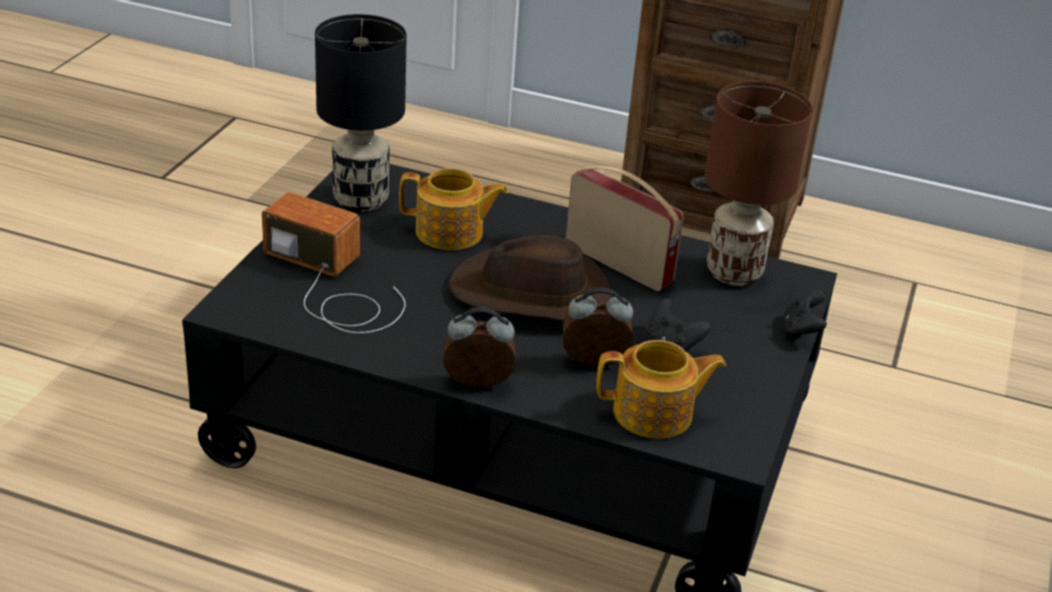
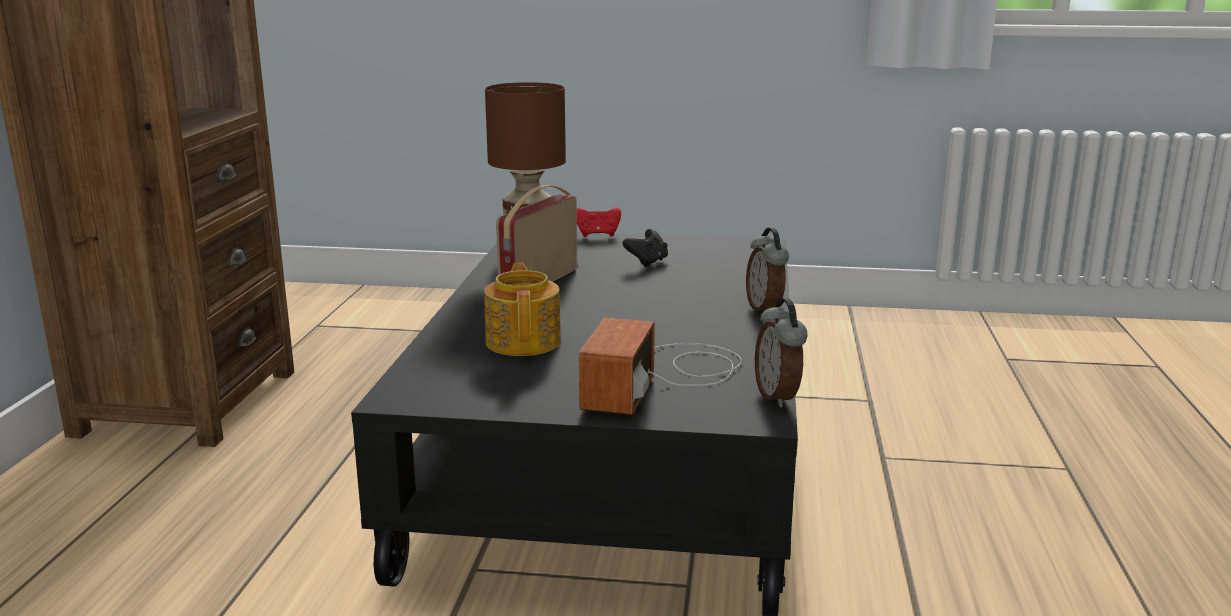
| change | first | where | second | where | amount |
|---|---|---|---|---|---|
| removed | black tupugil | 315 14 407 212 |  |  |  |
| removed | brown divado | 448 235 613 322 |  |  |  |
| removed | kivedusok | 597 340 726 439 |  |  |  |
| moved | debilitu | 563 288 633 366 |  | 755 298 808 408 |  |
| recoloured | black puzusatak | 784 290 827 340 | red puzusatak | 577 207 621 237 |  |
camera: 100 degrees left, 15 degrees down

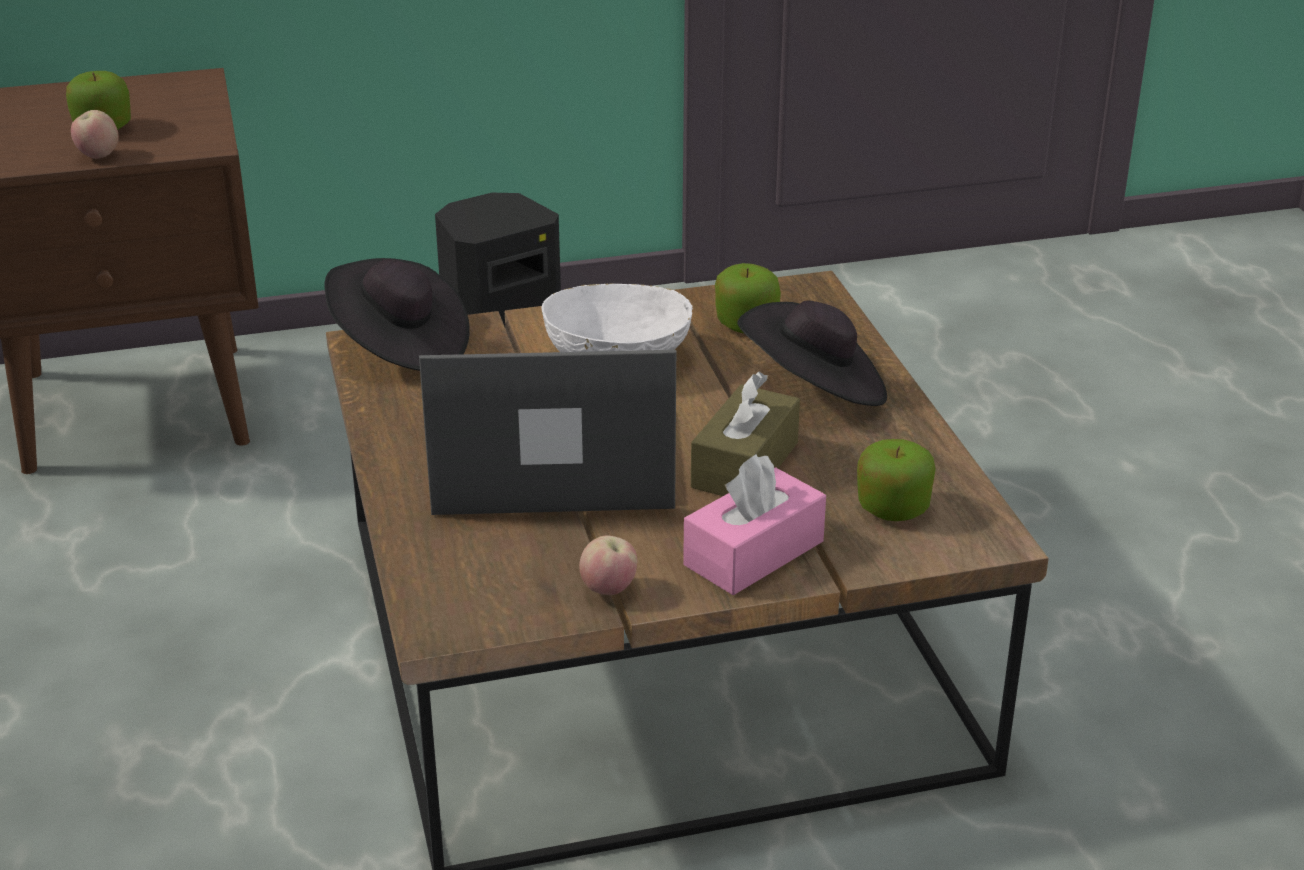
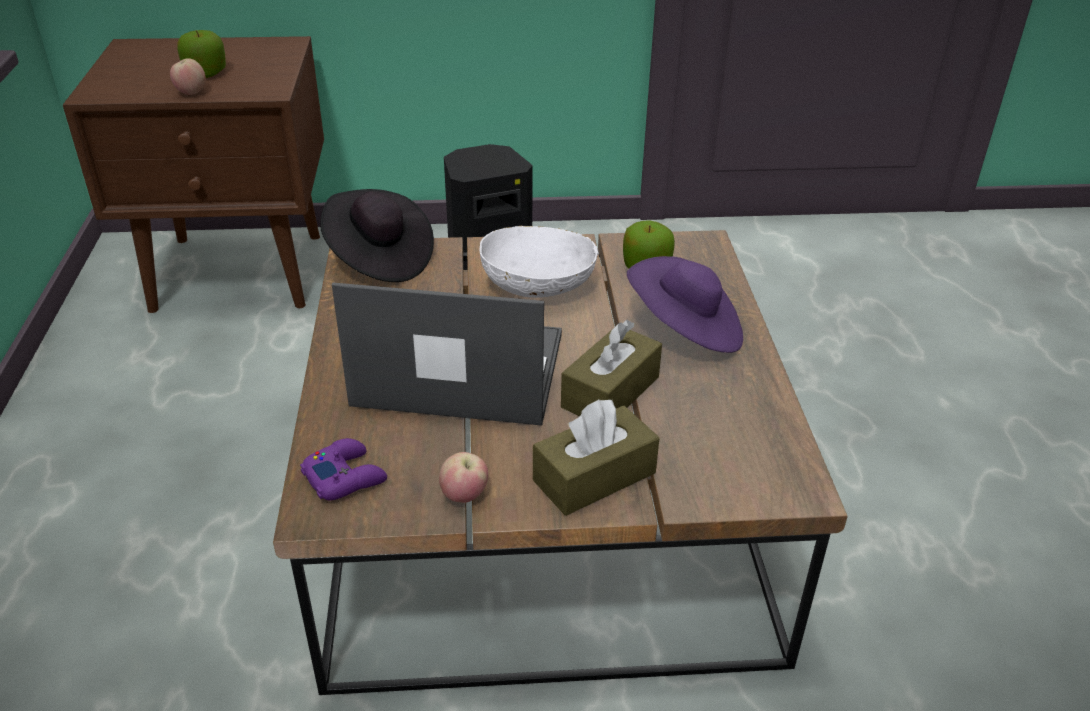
| change | first | where | second | where | amount |
|---|---|---|---|---|---|
| removed | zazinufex | 857 439 936 521 |  |  |  |
| added |  |  | purple puzusatak | 300 438 387 501 |  |
| recoloured | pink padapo | 683 454 826 595 | brown padapo | 533 399 660 516 |  |
| recoloured | black divado | 737 301 887 406 | purple divado | 627 256 743 353 |  |
camera: 10 degrees right, 5 degrees up

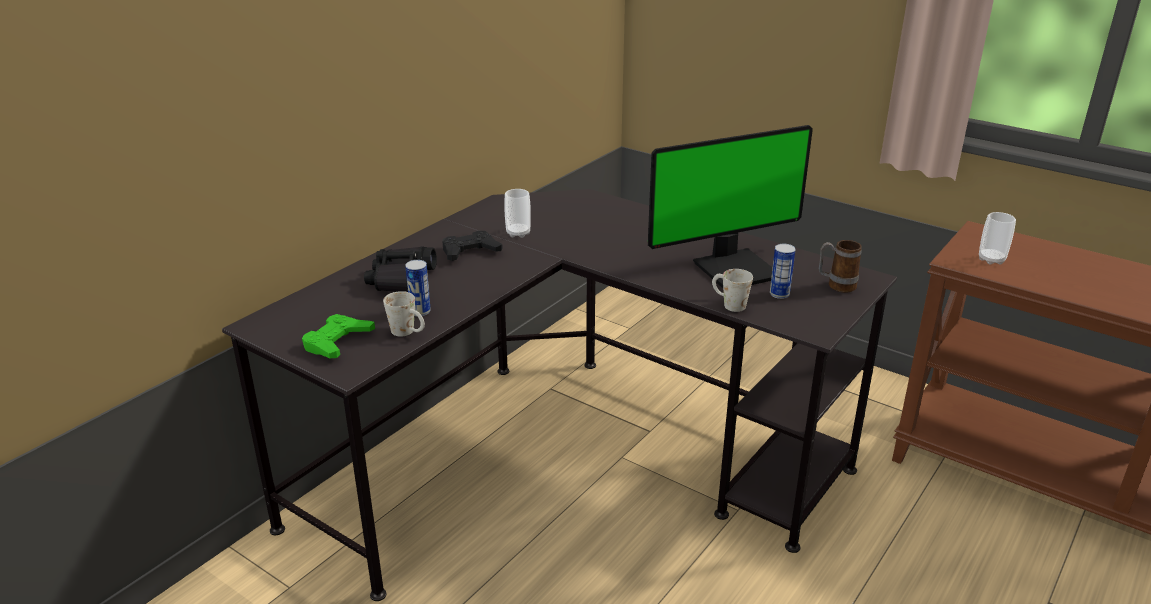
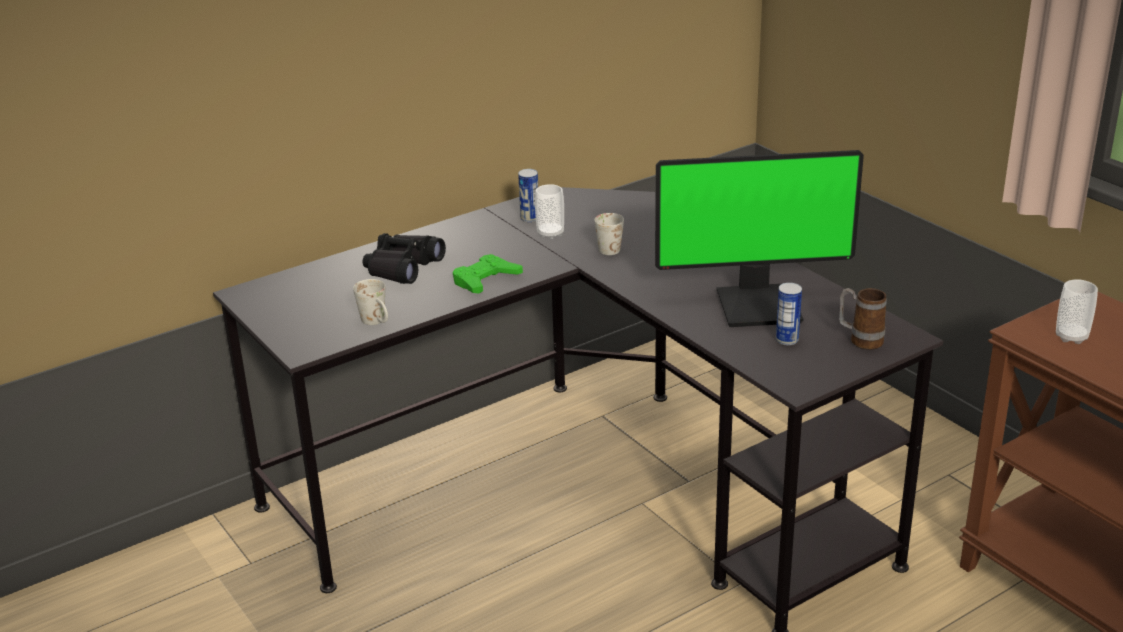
| change | first | where | second | where | amount |
|---|---|---|---|---|---|
| removed | black puzusatak | 442 231 502 261 |  |  |  |
| moved | green puzusatak | 302 314 375 358 |  | 453 254 523 294 |  |
| moved | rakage | 405 260 431 316 |  | 518 169 538 222 |  |
| moved | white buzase | 712 269 753 312 |  | 594 213 624 255 |  |
camera: 20 degrees right, 0 degrees up

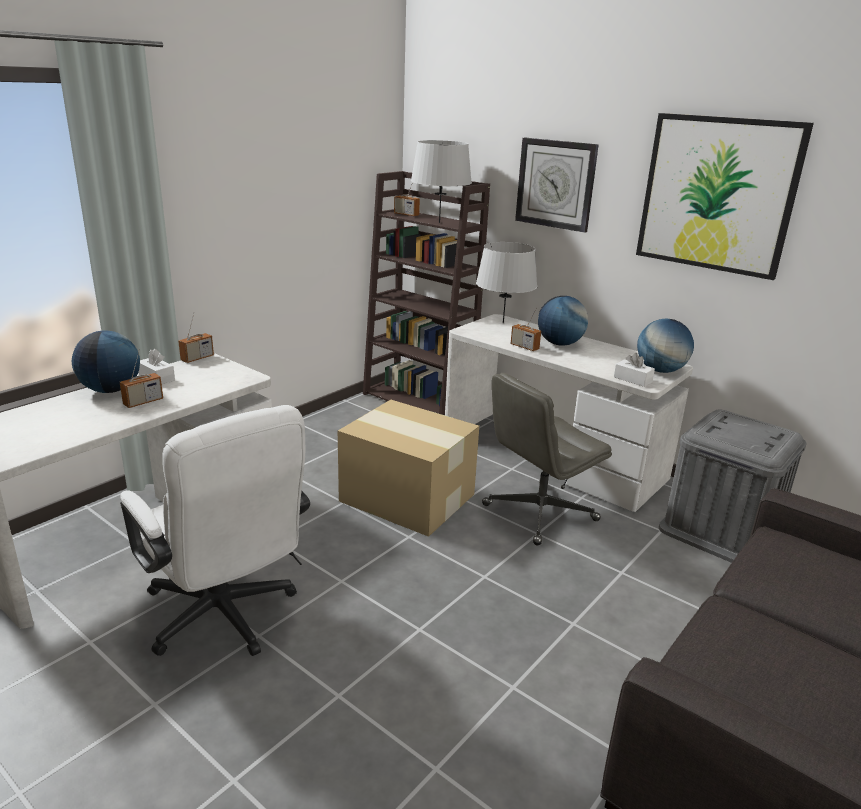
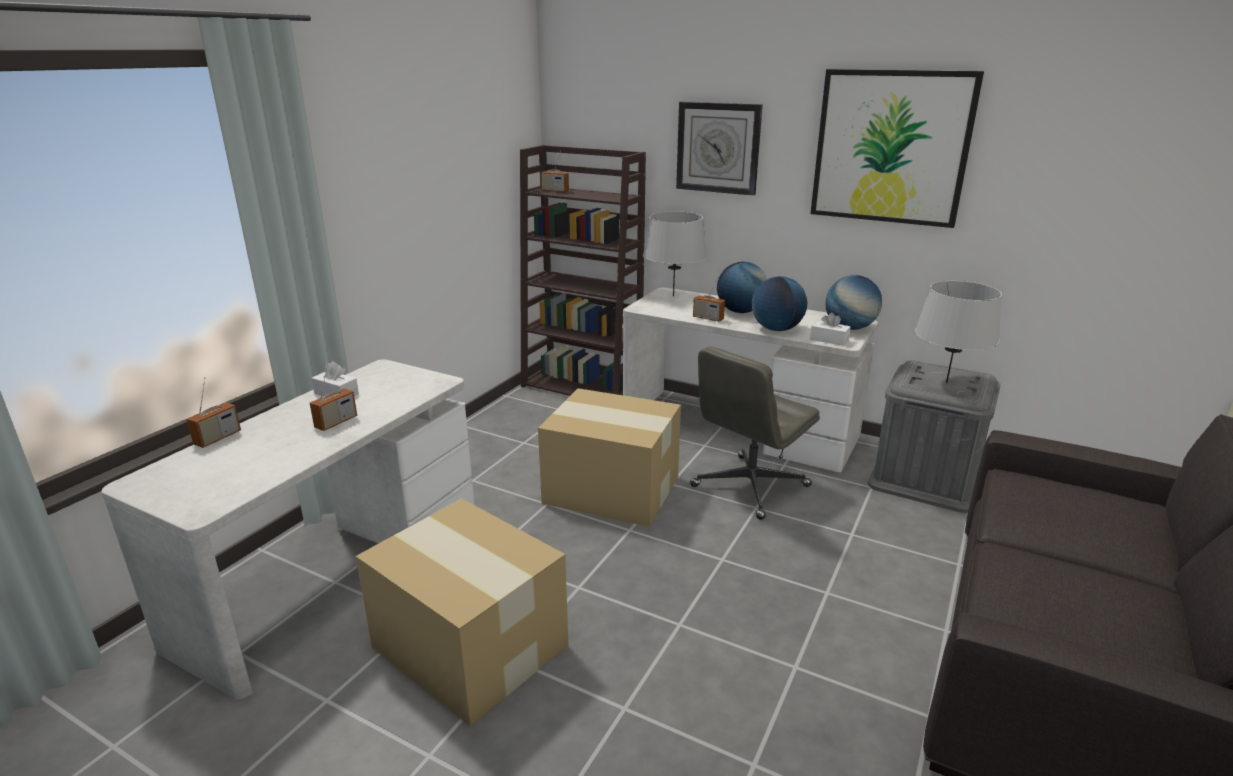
| change | first | where | second | where | amount |
|---|---|---|---|---|---|
| moved | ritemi | 72 330 140 393 |  | 752 276 807 331 |  |
| moved | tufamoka | 178 314 214 363 |  | 186 377 241 448 |  |
| moved | grey tupugil | 411 140 472 223 |  | 915 281 1002 383 |  |
| replaced | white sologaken | 120 405 310 656 | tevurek | 356 498 569 727 |  |
camera: 10 degrees left, 0 degrees up

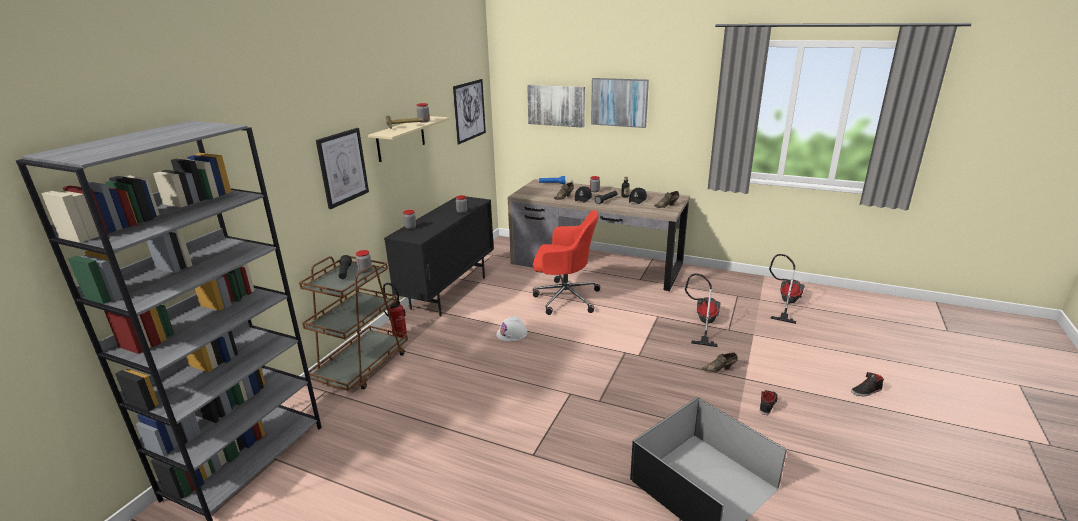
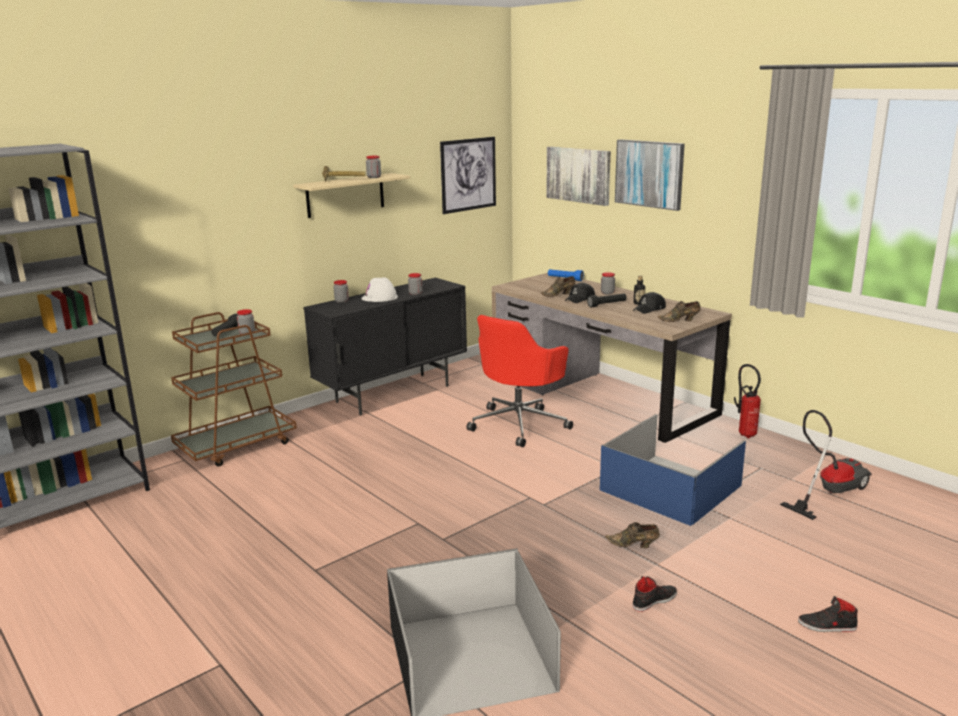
| change | first | where | second | where | amount |
|---|---|---|---|---|---|
| removed | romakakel | 316 128 369 209 |  |  |  |
| moved | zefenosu | 383 283 407 337 |  | 734 364 761 438 |  |
| moved | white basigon | 496 316 527 341 |  | 361 277 398 302 |  |
| replaced | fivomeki | 685 274 720 347 | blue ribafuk | 600 414 746 526 |  |
| turned | red sologaken | 533 210 600 315 |  | 466 315 573 447 | 90 degrees clockwise |
camera: 25 degrees right, 5 degrees down

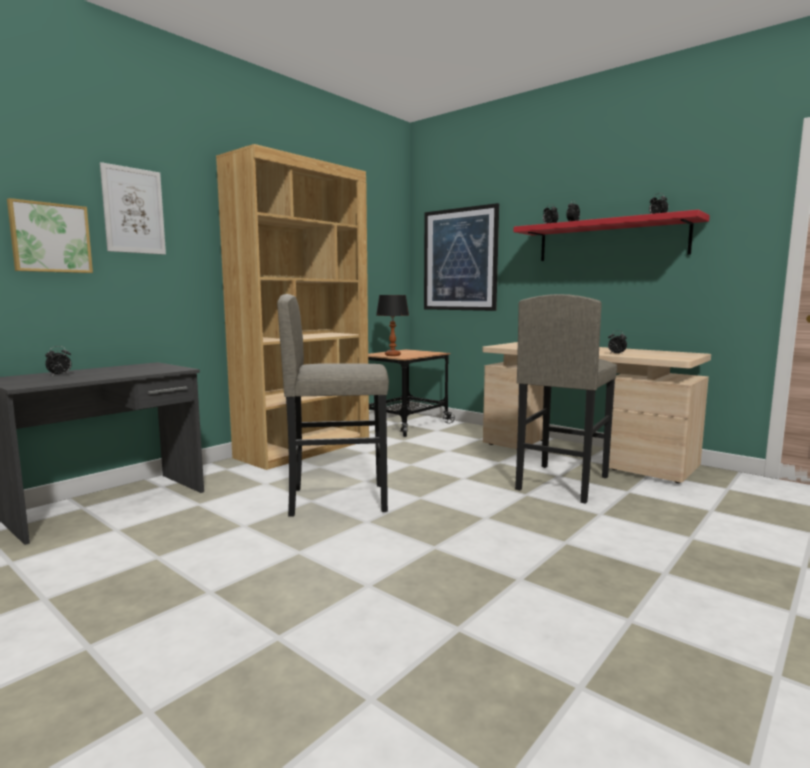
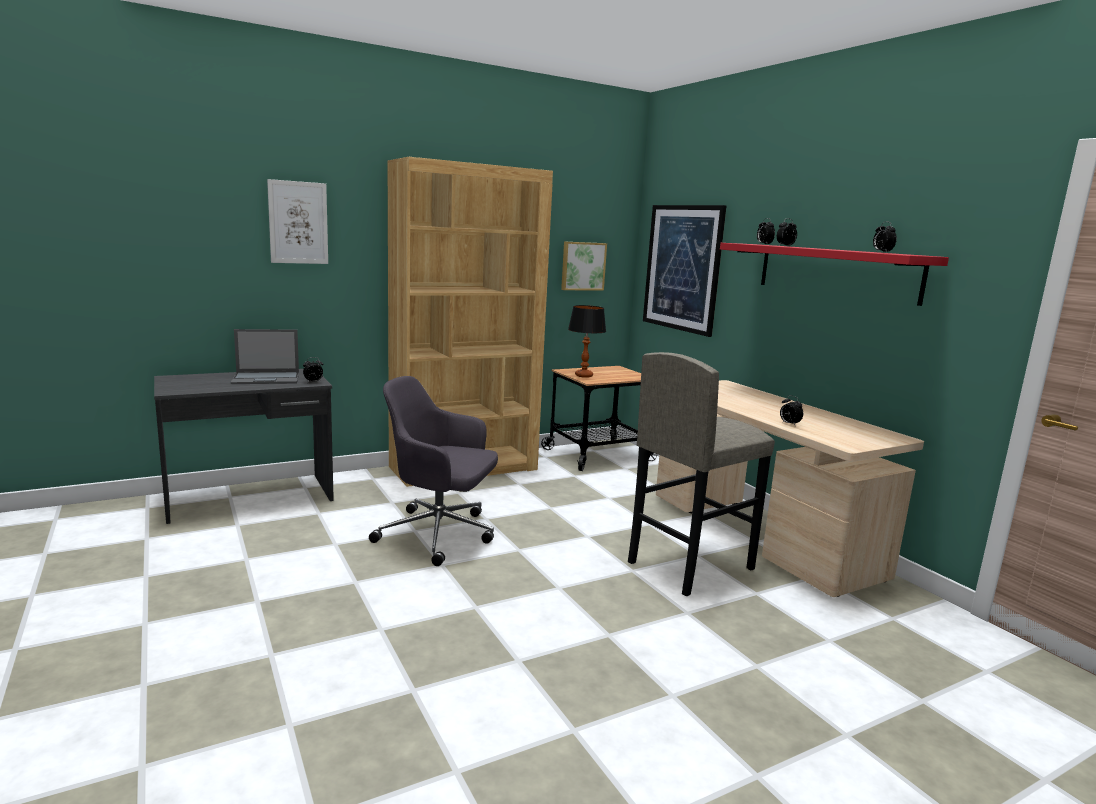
| change | first | where | second | where | amount |
|---|---|---|---|---|---|
| added |  |  | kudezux | 231 329 299 384 |  |
| moved | romakakel | 7 198 93 273 |  | 561 241 607 290 |  |
| moved | debilitu | 45 346 72 375 |  | 303 357 323 383 |  |
| replaced | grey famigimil | 277 294 389 517 | grey sologaken | 369 376 498 566 |  |
camera: 20 degrees right, 5 degrees up

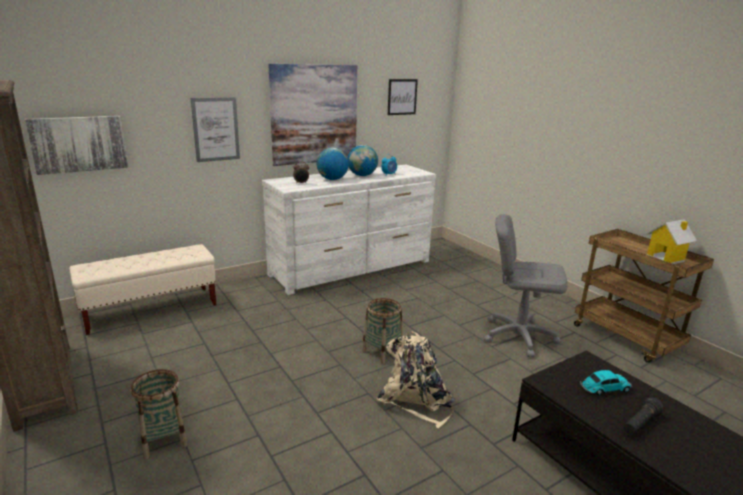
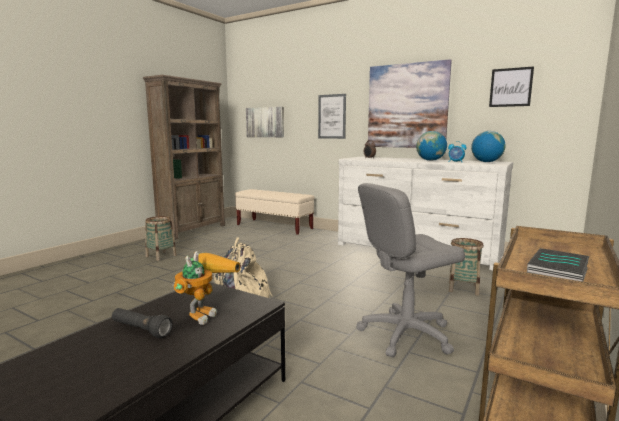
| change | first | where | second | where | amount |
|---|---|---|---|---|---|
| moved | ritemi | 317 148 349 180 |  | 471 131 506 162 |  |
| moved | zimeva | 362 298 403 364 |  | 449 238 484 296 |  |
| replaced | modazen | 580 370 633 395 | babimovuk | 173 251 241 325 |  |
| replaced | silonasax | 646 219 697 264 | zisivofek | 527 248 589 281 |  |
| turned | grey sologaken | 484 214 568 357 |  | 356 183 465 357 | 105 degrees counterclockwise |
camera: 65 degrees right, 10 degrees down

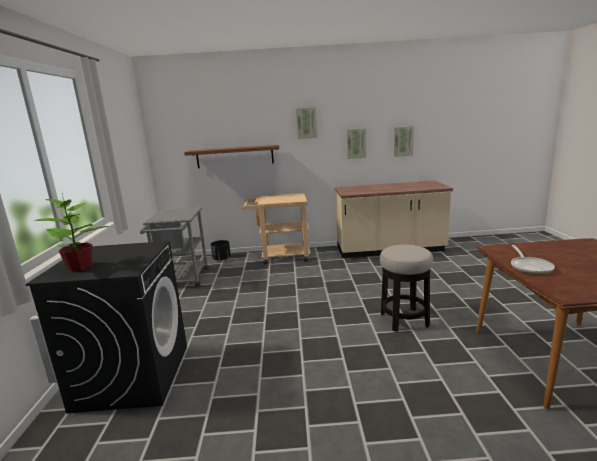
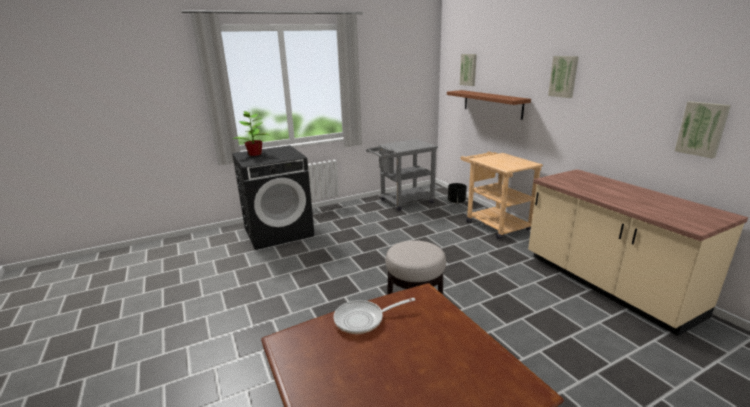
| change | first | where | second | where | amount |
|---|---|---|---|---|---|
| moved | romakakel | 346 128 366 159 |  | 460 54 477 86 |  |
camera: 65 degrees right, 5 degrees up

